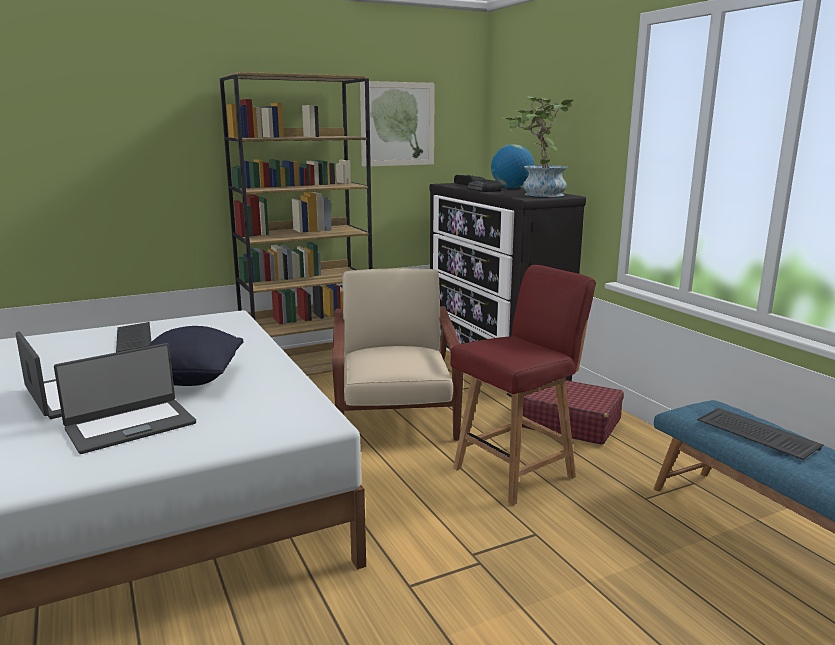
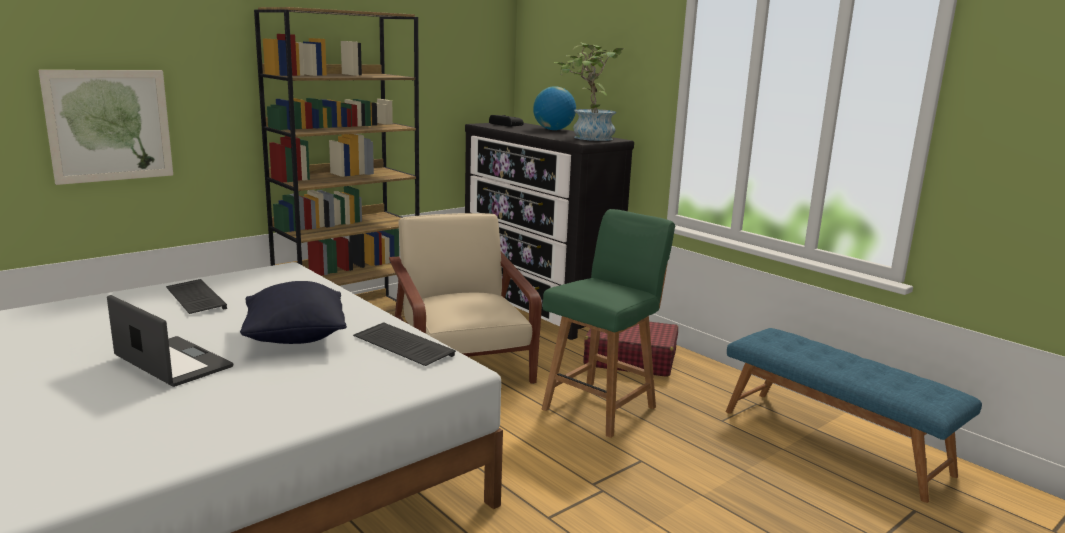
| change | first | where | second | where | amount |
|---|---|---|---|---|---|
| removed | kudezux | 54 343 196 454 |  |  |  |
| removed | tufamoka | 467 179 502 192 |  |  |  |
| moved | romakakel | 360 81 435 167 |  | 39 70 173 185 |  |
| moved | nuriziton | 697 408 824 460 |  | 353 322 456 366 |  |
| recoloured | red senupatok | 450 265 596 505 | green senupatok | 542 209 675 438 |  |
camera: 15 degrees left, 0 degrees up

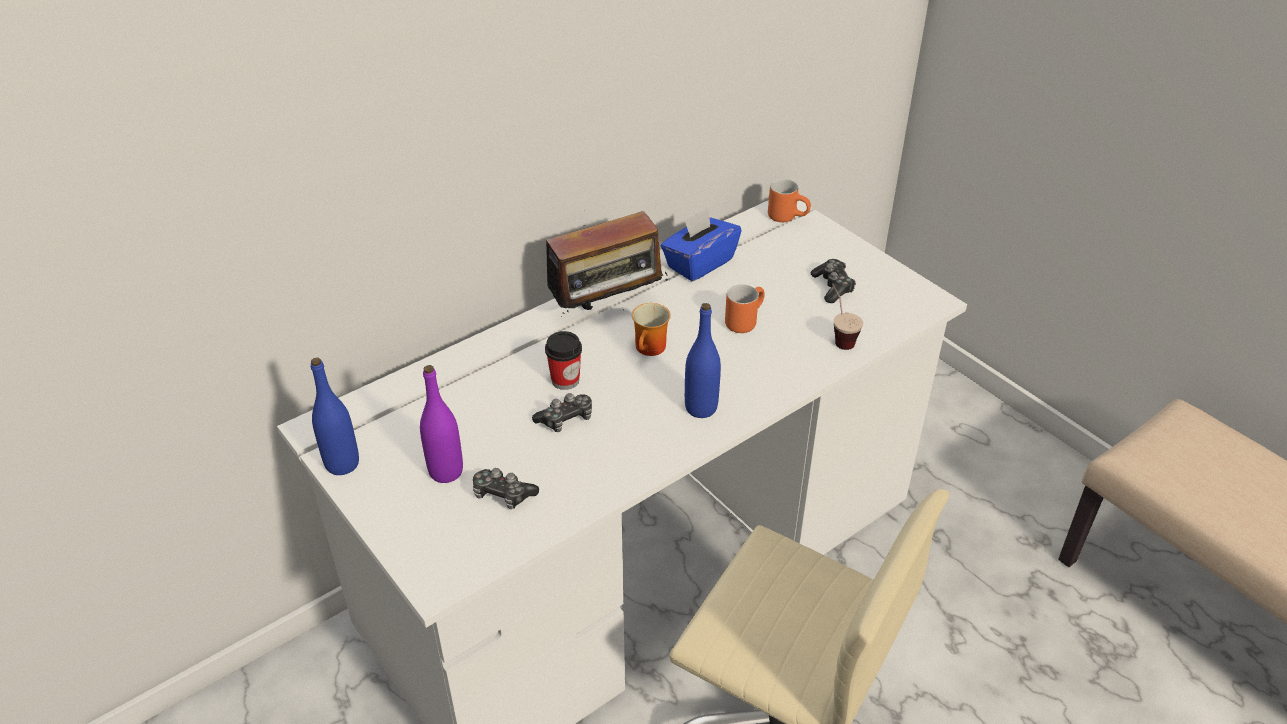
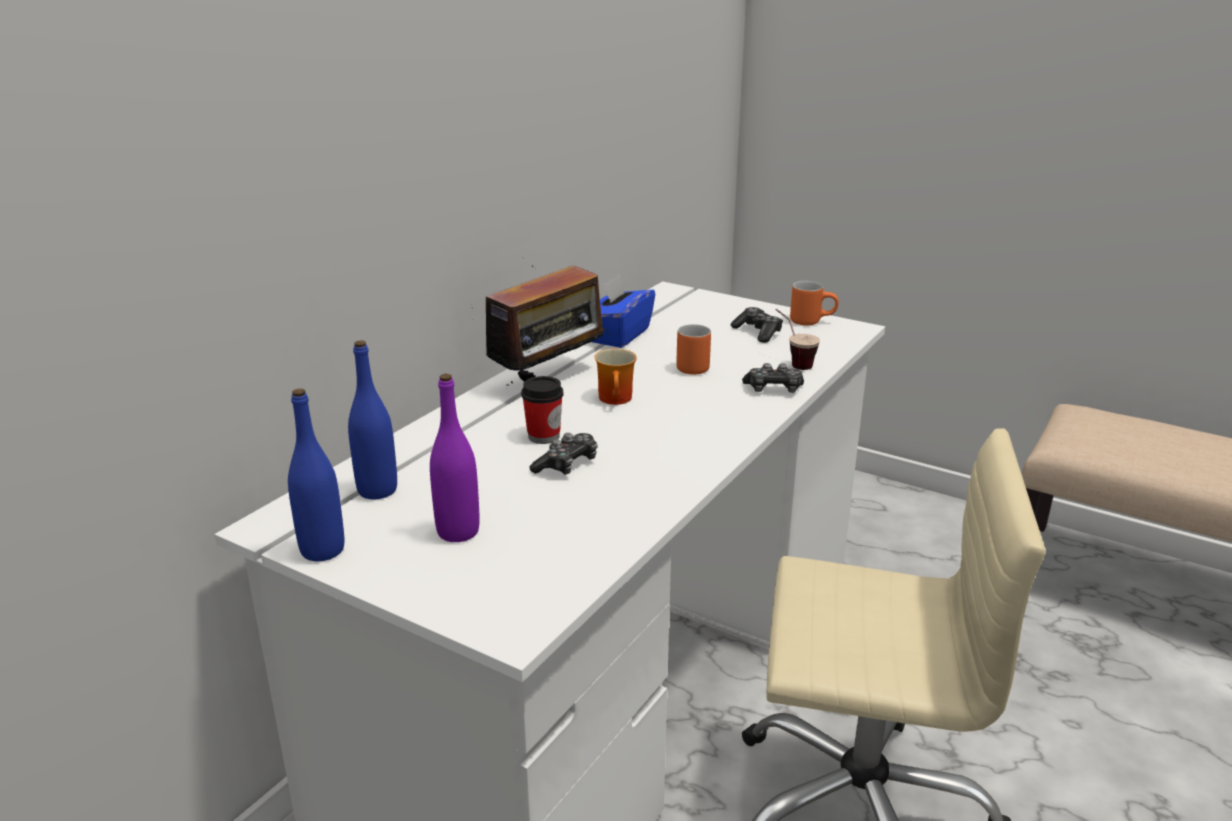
| change | first | where | second | where | amount |
|---|---|---|---|---|---|
| moved | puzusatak | 473 468 539 509 |  | 742 363 804 393 |  |
| moved | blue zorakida | 685 303 721 418 |  | 348 340 397 499 |  |
| moved | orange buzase | 768 179 811 222 |  | 790 281 839 325 |  |
camera: 20 degrees left, 15 degrees down

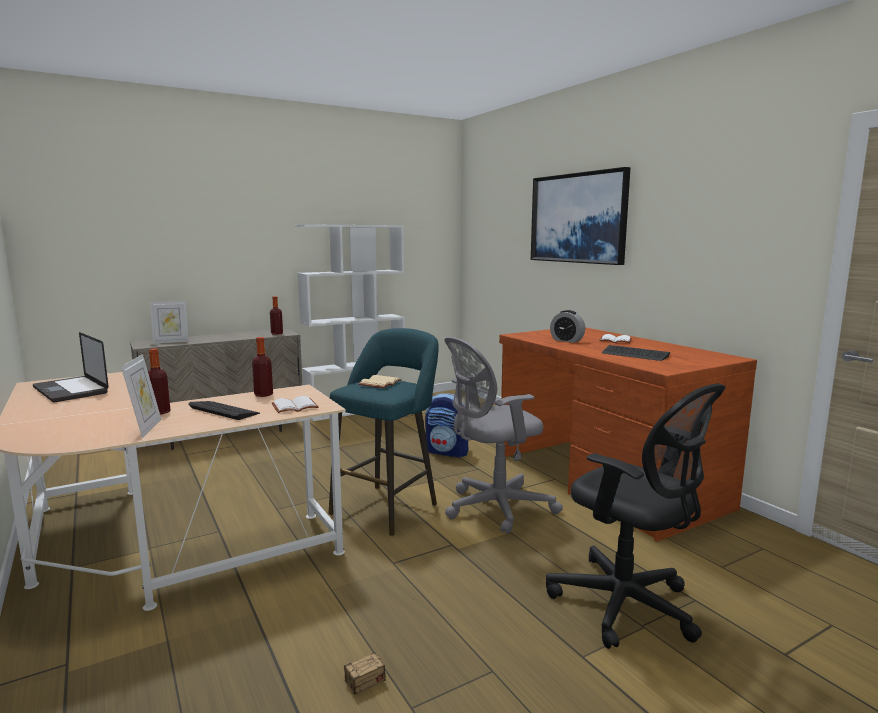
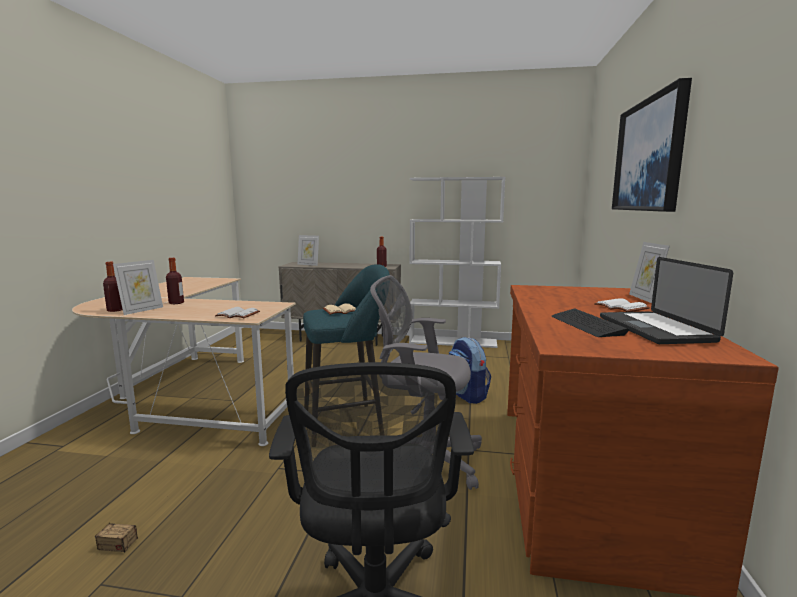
| change | first | where | second | where | amount |
|---|---|---|---|---|---|
| removed | nuriziton | 188 401 260 420 |  |  |  |
| removed | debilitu | 550 310 585 343 |  |  |  |
| added |  |  | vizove | 629 242 670 303 |  |
| moved | kudezux | 33 332 109 402 |  | 600 257 733 344 |  |
| moved | zorakida | 252 337 273 397 |  | 103 262 123 312 |  |
camera: 40 degrees right, 0 degrees up

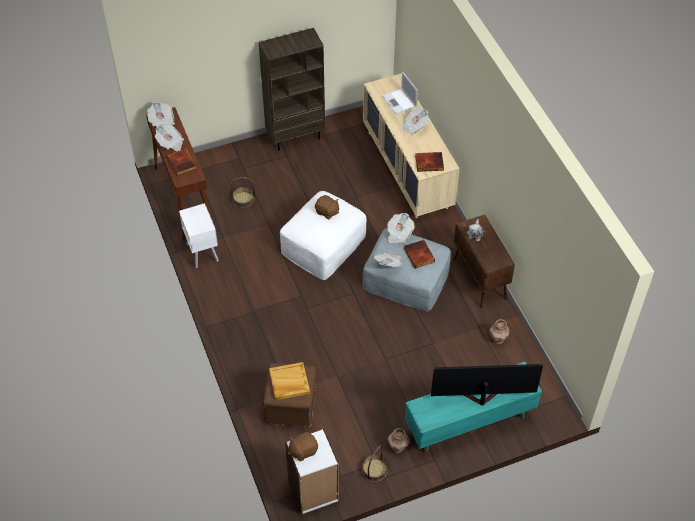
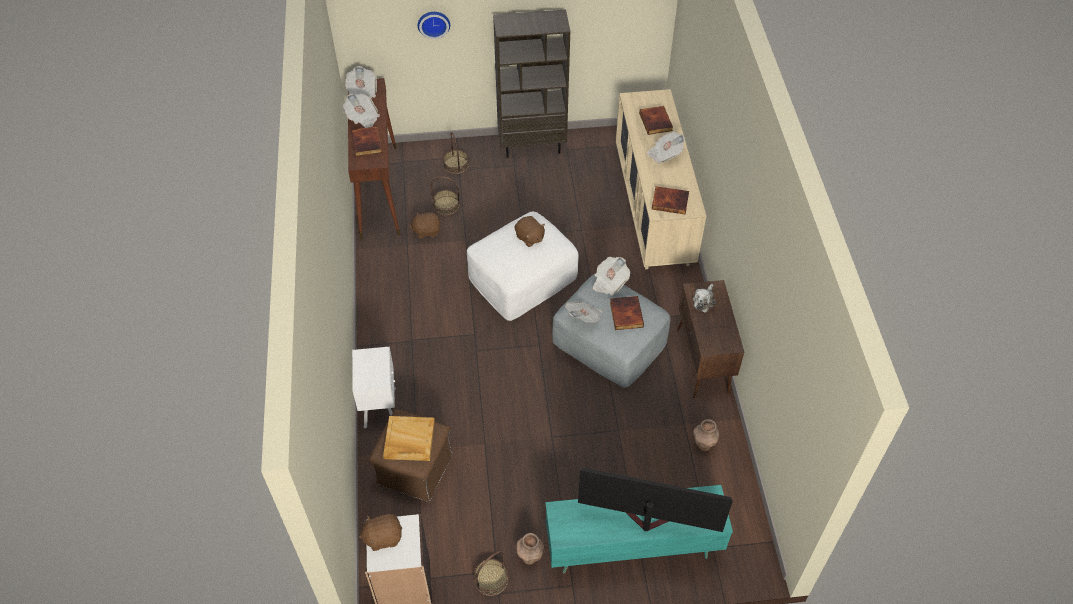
| change | first | where | second | where | amount |
|---|---|---|---|---|---|
| added |  |  | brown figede | 410 212 441 239 |  |
| added |  |  | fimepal | 418 12 450 39 |  |
| added |  |  | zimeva | 443 132 469 174 |  |
| moved | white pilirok | 179 203 219 268 |  | 352 347 396 429 |  |
| replaced | kudezux | 382 72 418 114 | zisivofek | 639 106 673 135 |  |
camera: 15 degrees right, 0 degrees up

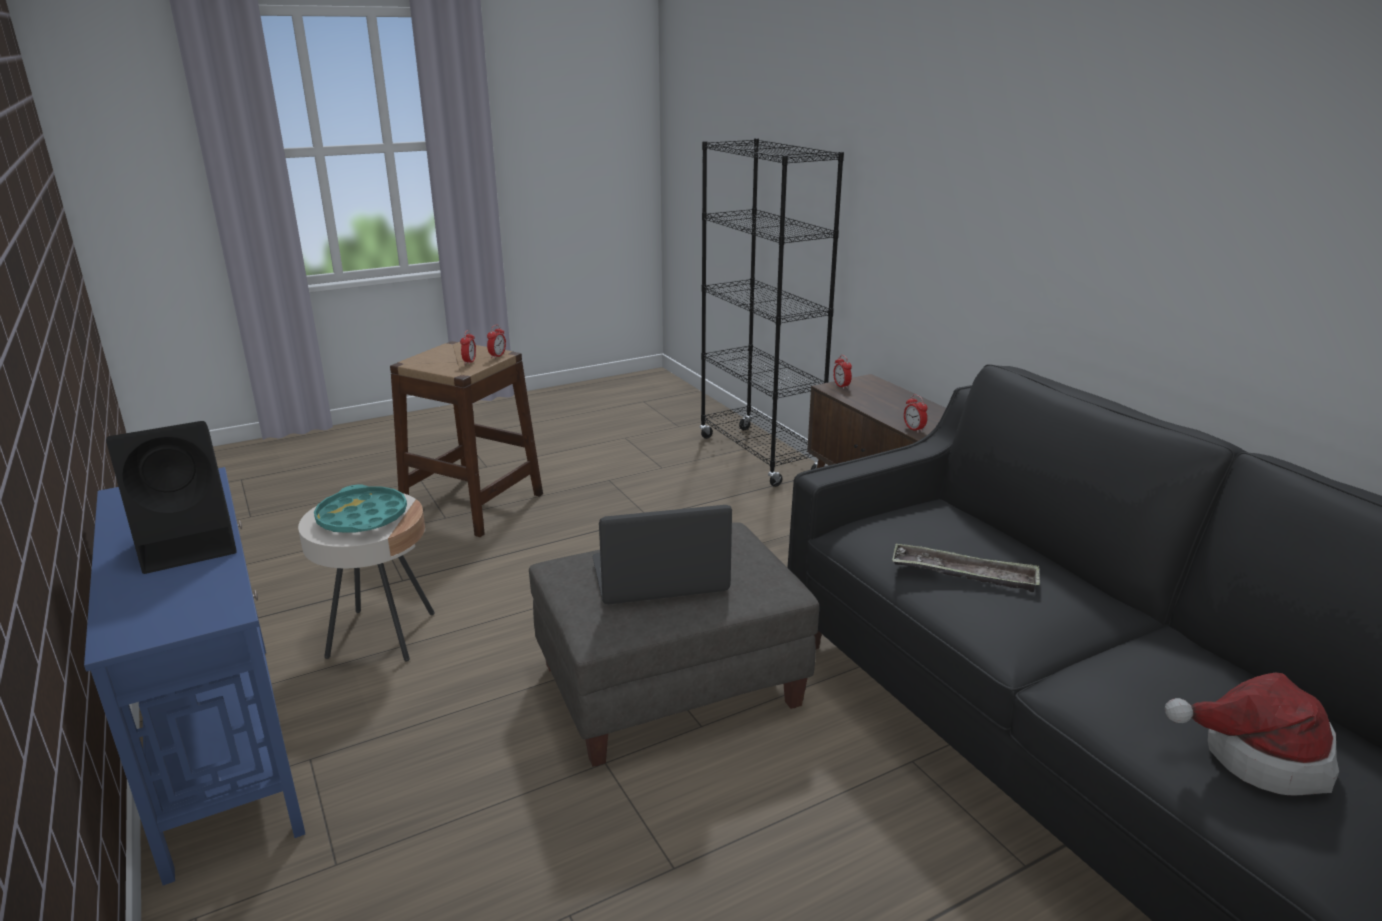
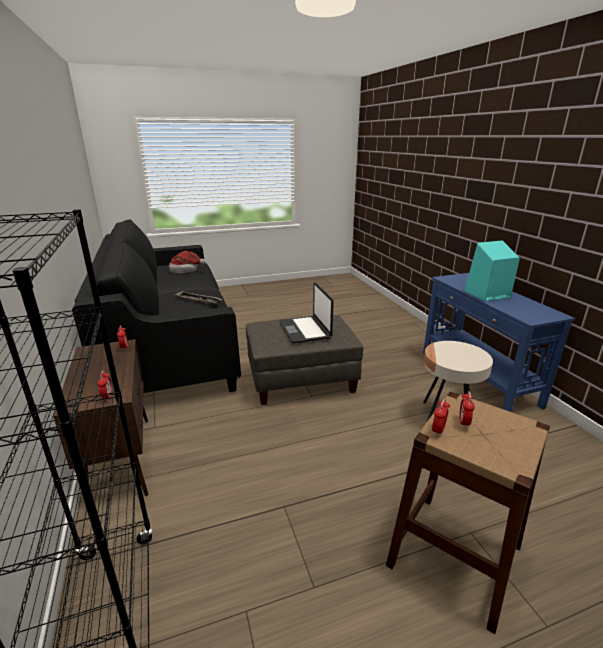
| change | first | where | second | where | amount |
|---|---|---|---|---|---|
| removed | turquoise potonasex | 314 485 407 533 |  |  |  |
| recoloured | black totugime | 106 421 237 574 | turquoise totugime | 464 240 520 301 |  |
| turned | kudezux | 593 505 732 604 |  | 279 282 334 343 | 75 degrees clockwise |
camera: 170 degrees left, 0 degrees up

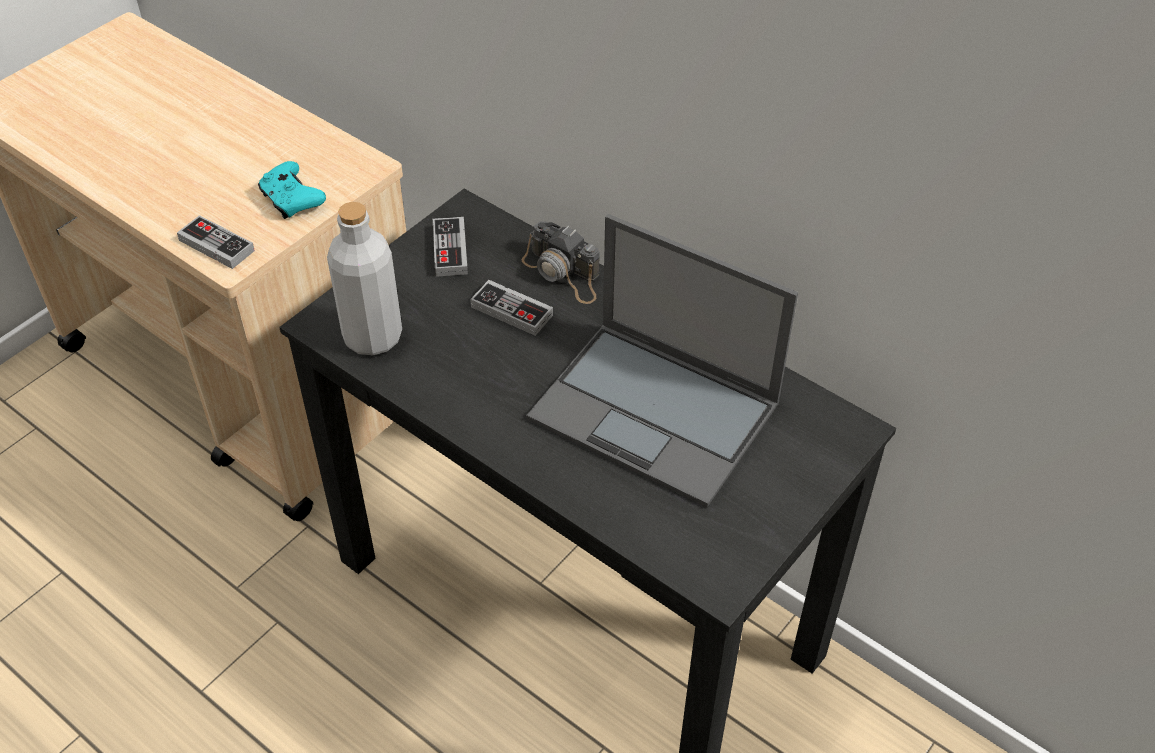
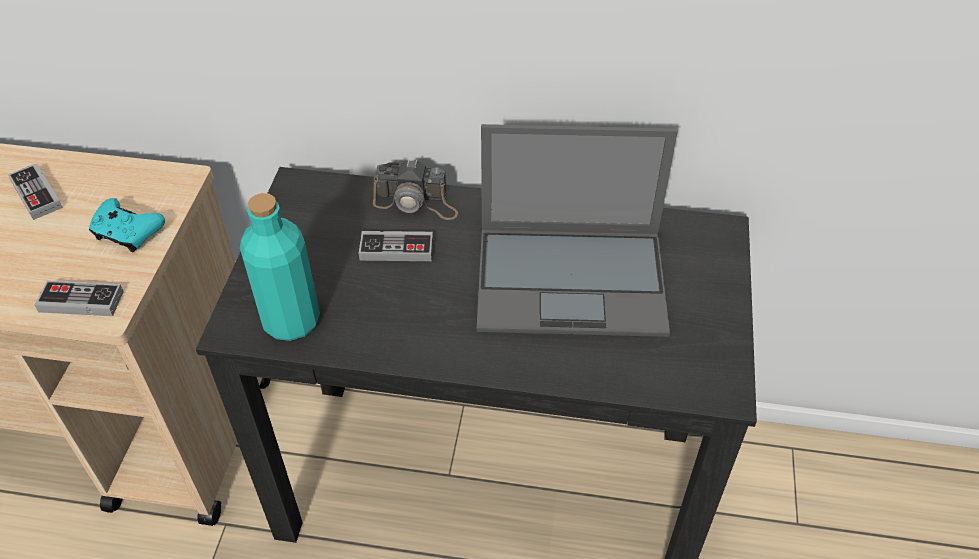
| change | first | where | second | where | amount |
|---|---|---|---|---|---|
| moved | puzusatak | 433 217 468 277 |  | 8 163 63 220 |  |
| recoloured | grey zorakida | 327 202 402 355 | turquoise zorakida | 240 193 320 341 |  |
camera: 30 degrees left, 0 degrees up

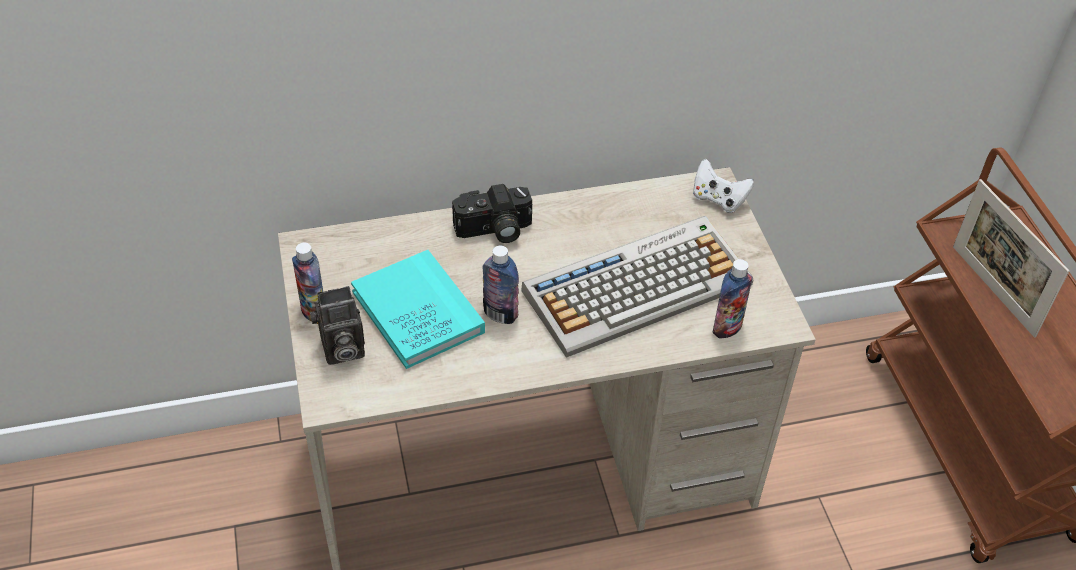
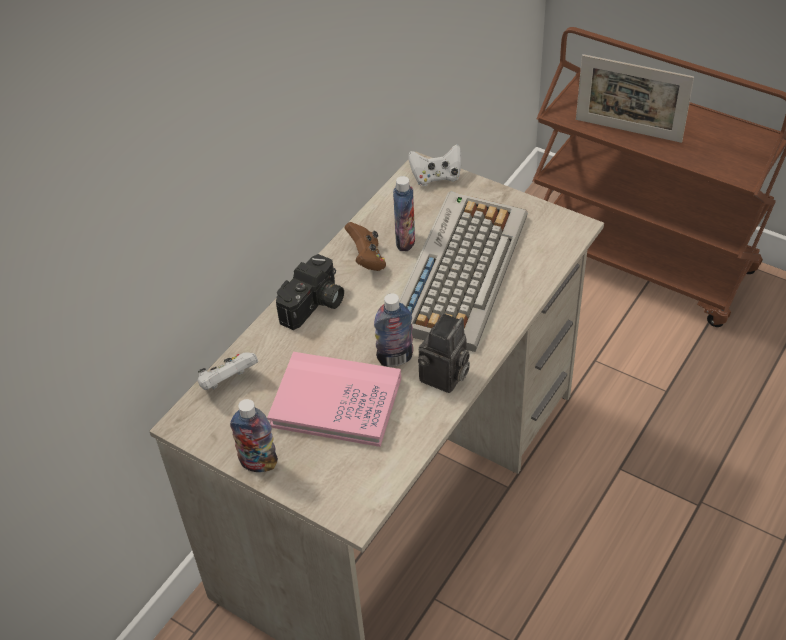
| change | first | where | second | where | amount |
|---|---|---|---|---|---|
| added |  |  | white puzusatak | 198 352 258 390 |  |
| added |  |  | brown puzusatak | 345 222 386 271 |  |
| moved | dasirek | 310 286 365 365 |  | 418 313 470 393 |  |
| moved | zorakida | 713 259 753 339 |  | 393 176 415 251 |  |
| recoloured | turquoise zisivofek | 351 250 485 369 | pink zisivofek | 267 352 401 447 |  |
camera: 40 degrees left, 0 degrees up

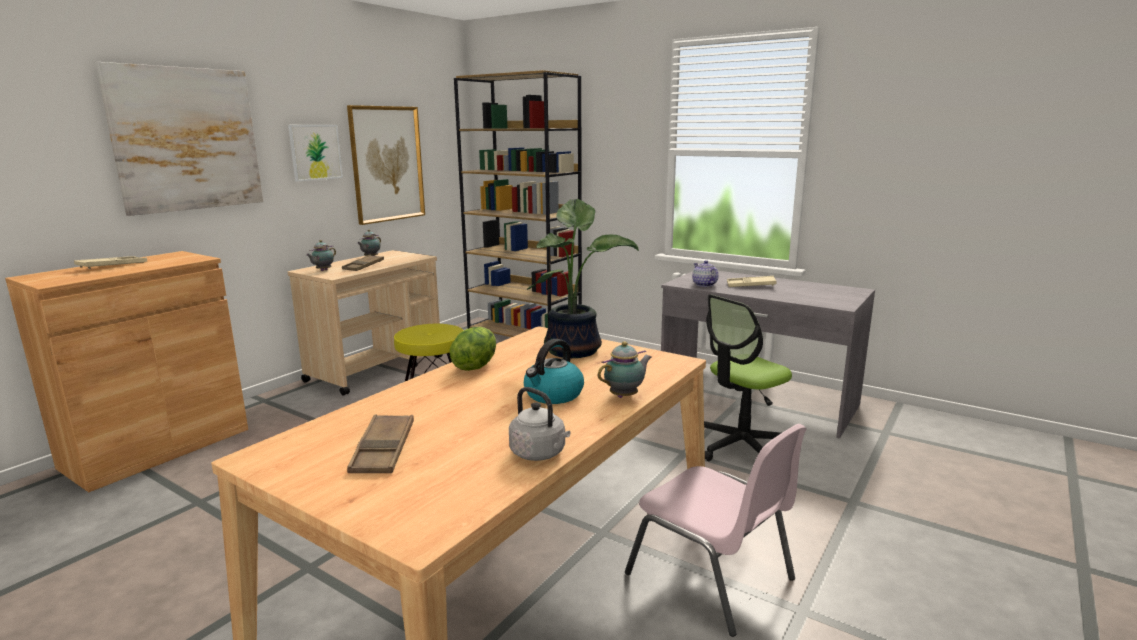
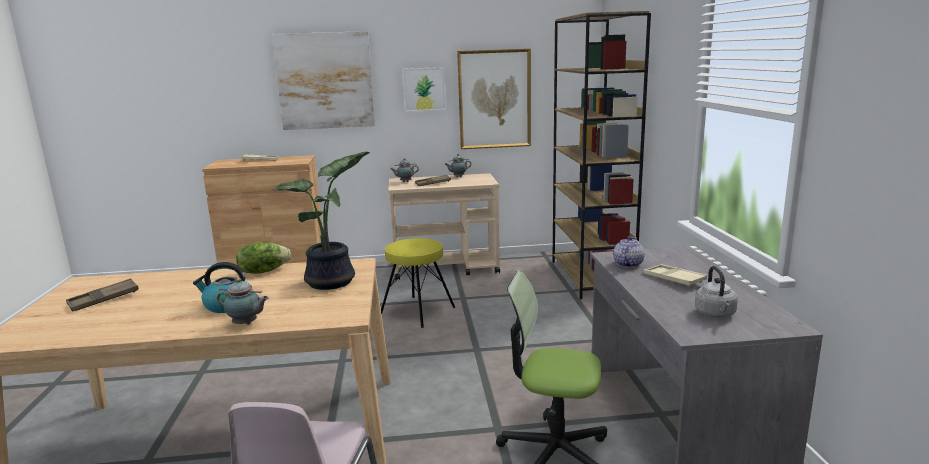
| change | first | where | second | where | amount |
|---|---|---|---|---|---|
| moved | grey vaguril | 509 387 570 461 |  | 695 266 738 318 |  |
camera: 50 degrees right, 0 degrees up

